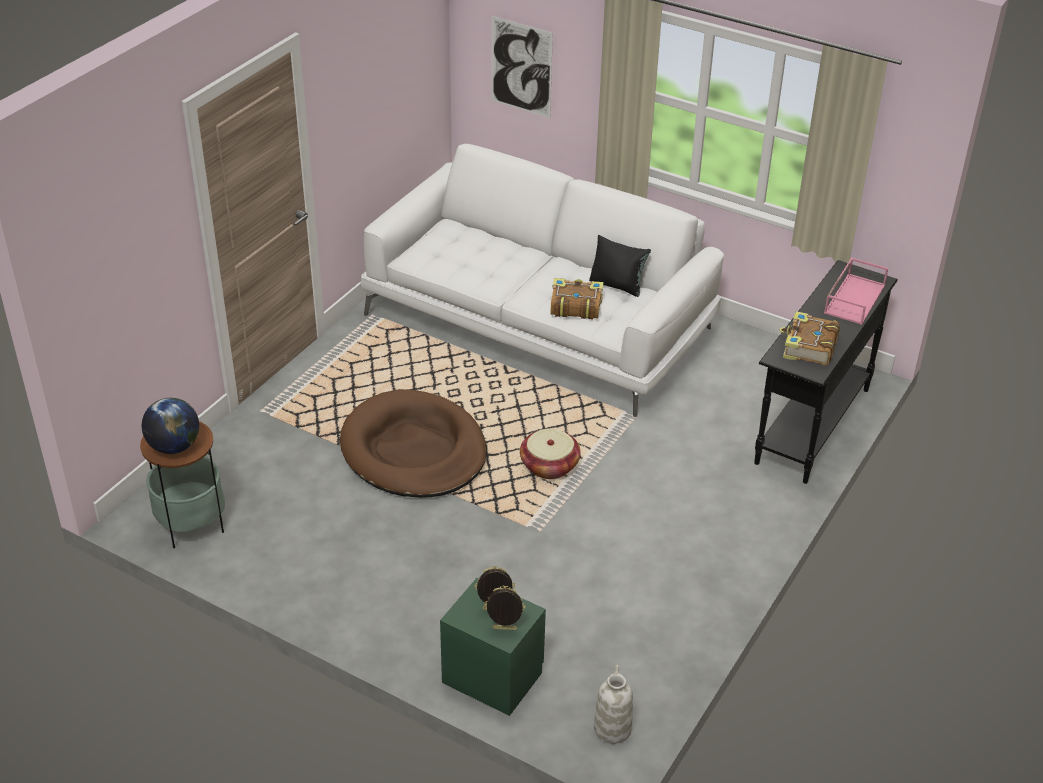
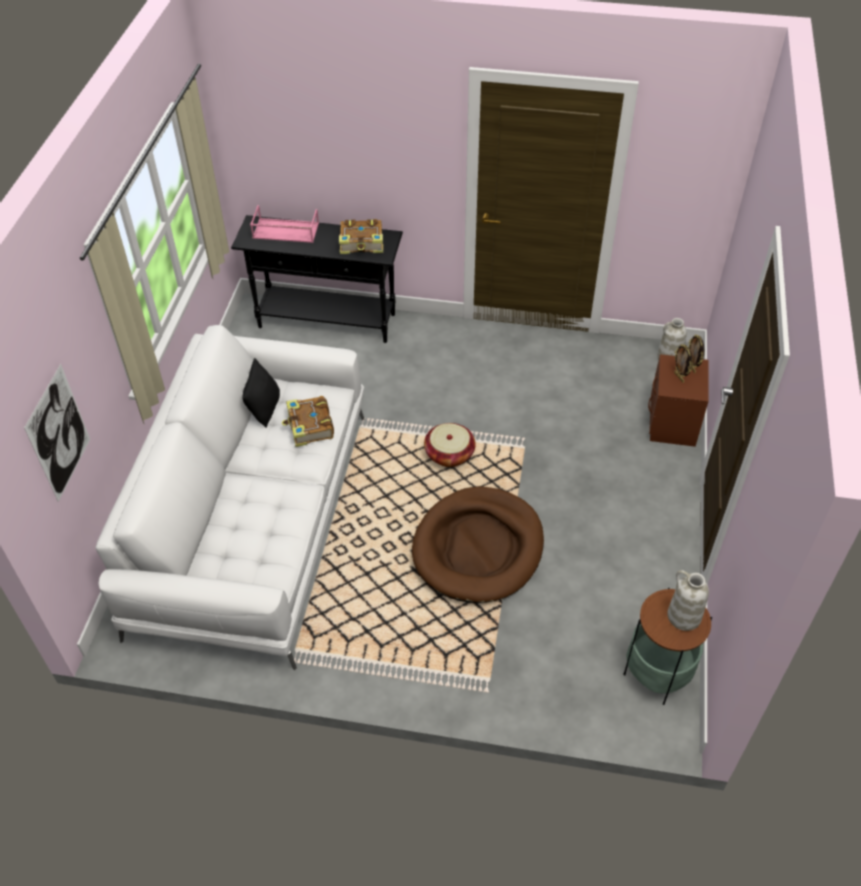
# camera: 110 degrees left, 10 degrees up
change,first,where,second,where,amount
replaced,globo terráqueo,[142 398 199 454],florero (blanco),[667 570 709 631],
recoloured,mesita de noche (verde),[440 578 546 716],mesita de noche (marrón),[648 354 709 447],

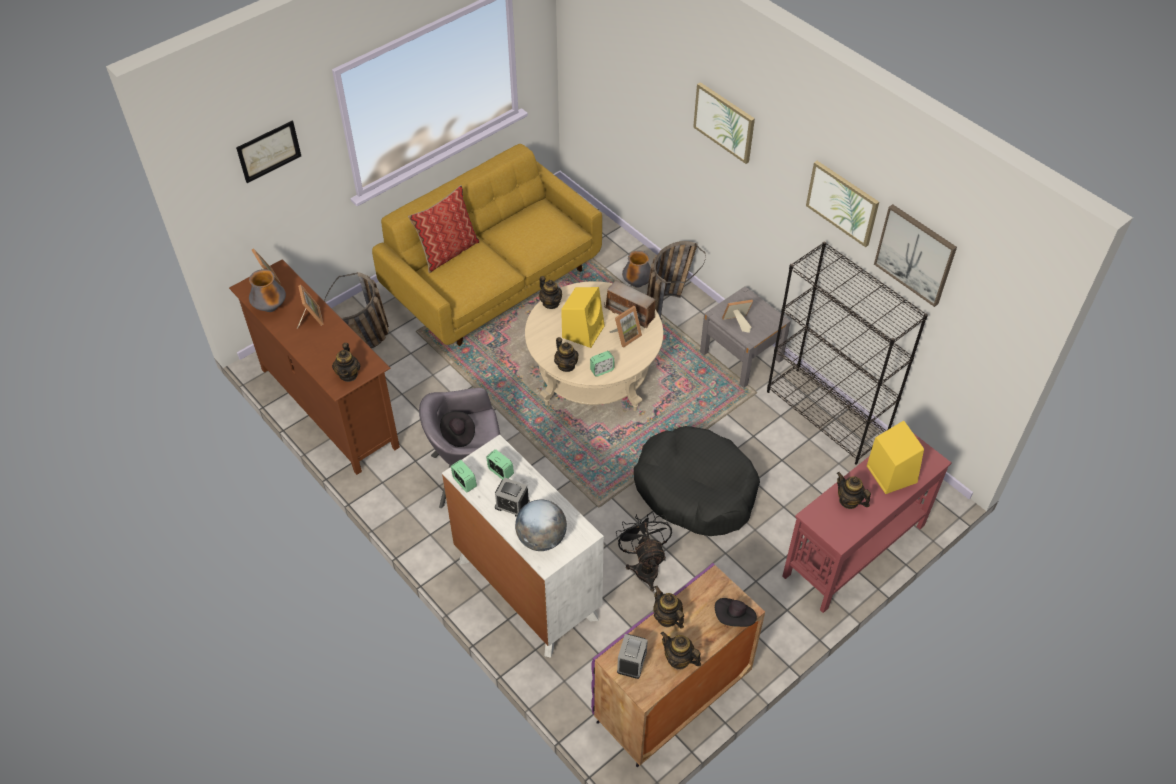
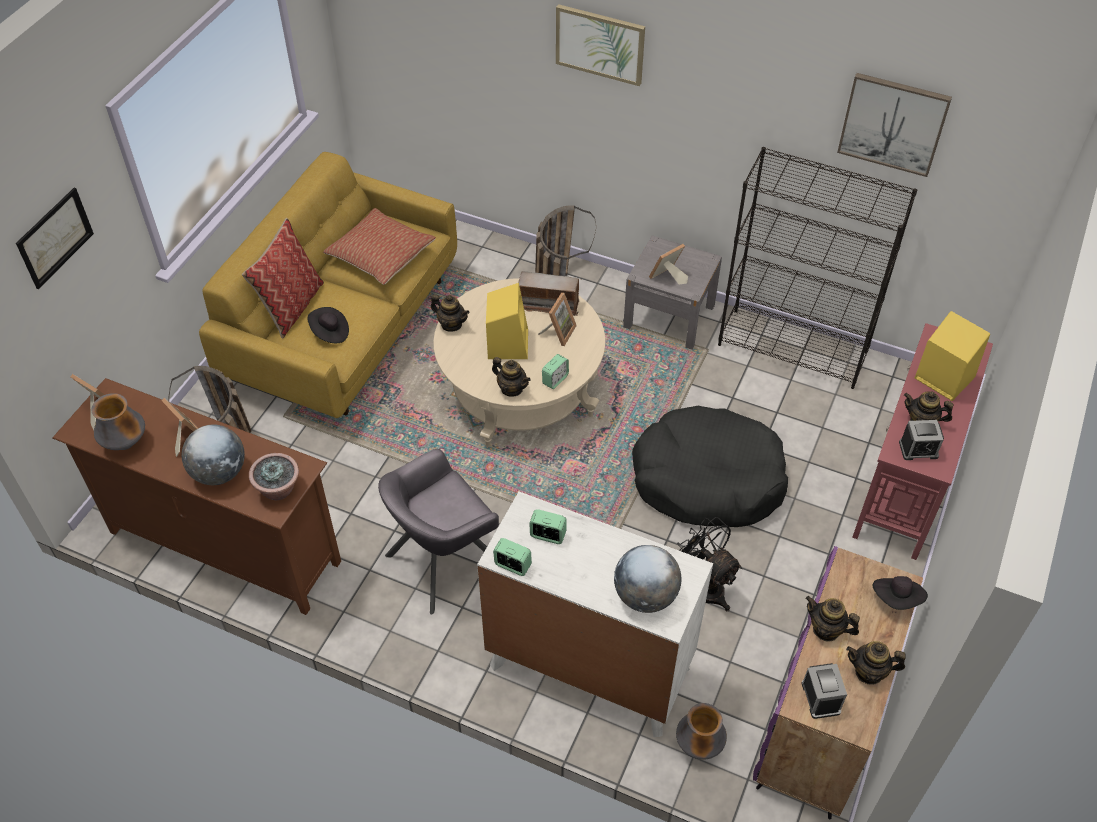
# camera: 25 degrees left, 0 degrees up
change,first,where,second,where,amount
removed,cuadro,[806 161 879 247],,,
moved,florero,[622 250 651 288],,[676 703 727 760],
replaced,tetera,[332 343 360 382],planta en maceta,[249 453 299 500],
moved,sombrero (negro),[440 411 475 447],,[307 307 349 343],
moved,despertador,[495 477 530 517],,[899 420 944 460],
added,,,cojín,[323 208 436 285],
added,,,globo terráqueo,[182 425 245 485],

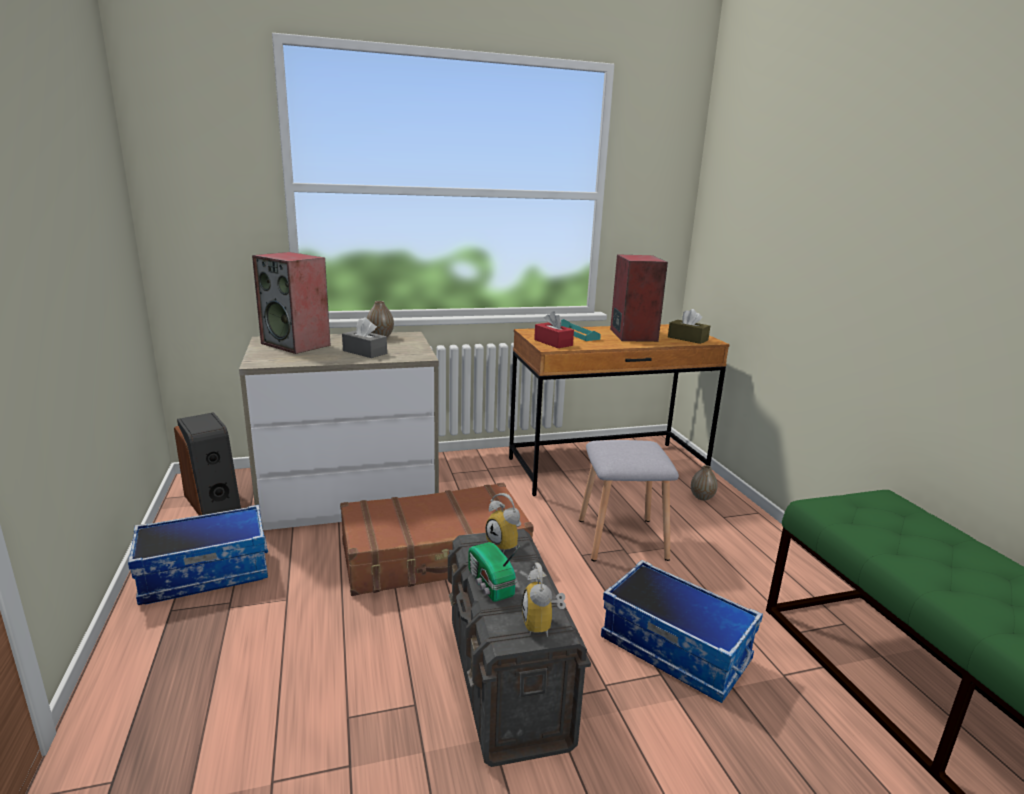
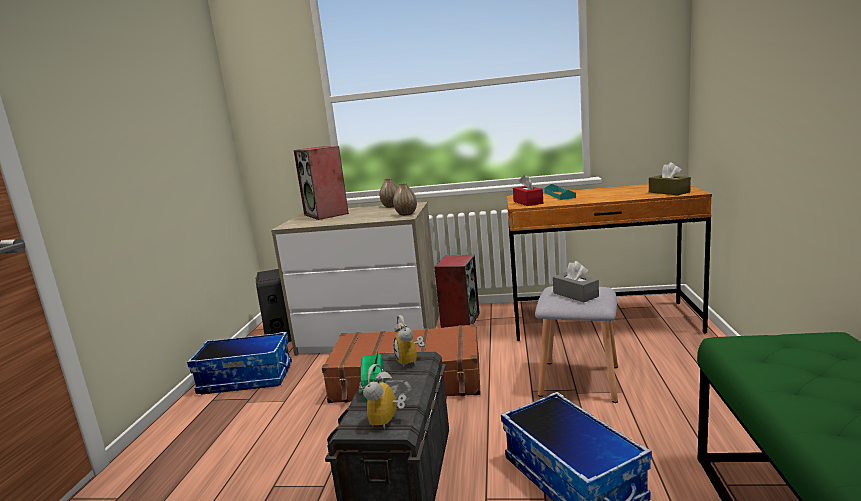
# camera: 25 degrees right, 5 degrees down
change,first,where,second,where,amount
moved,altavoz,[610 254 668 342],,[434 255 480 328],
moved,caja de pañuelos (gris),[342 317 387 358],,[553 261 599 302],
moved,florero,[691 465 718 501],,[393 183 417 216],

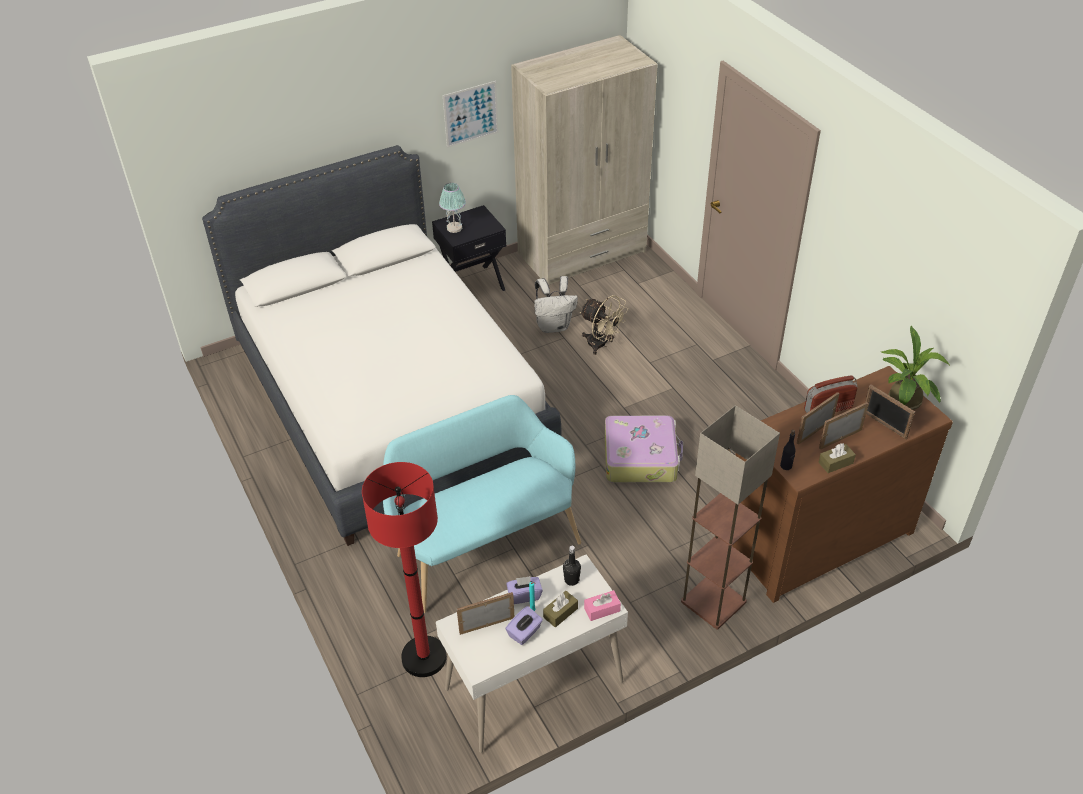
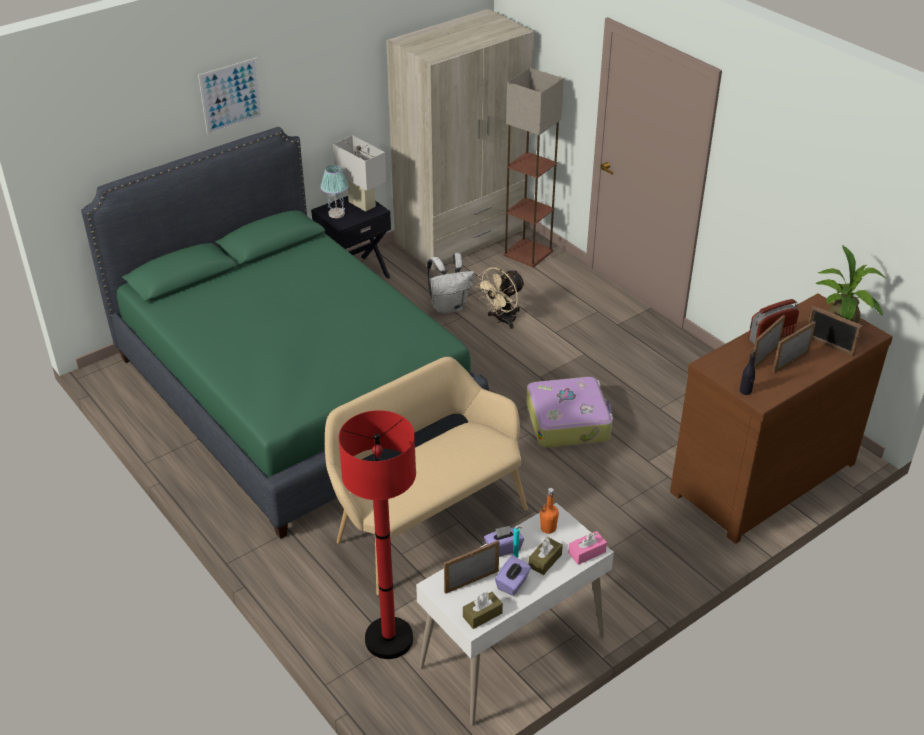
# camera: 10 degrees left, 5 degrees down
change,first,where,second,where,amount
moved,cuadro,[443 81 499 148],,[198 58 263 135],
recoloured,cama (blanco),[202 145 562 546],cama (verde),[81 127 489 539],
turned,ventilador (beis),[580 295 628 355],,[475 267 525 329],105 degrees clockwise
recoloured,banco (turquesa),[383 395 581 613],banco (beis),[325 357 528 596],
moved,lámpara de pie,[681 405 780 629],,[504 68 564 267],
moved,caja de pañuelos (marrón),[818 443 856 473],,[463 592 503 629],
recoloured,botella (negro),[563 546 581 586],botella (naranja),[540 488 559 534],
added,,,lámpara de mesa (blanco),[333 135 386 212],

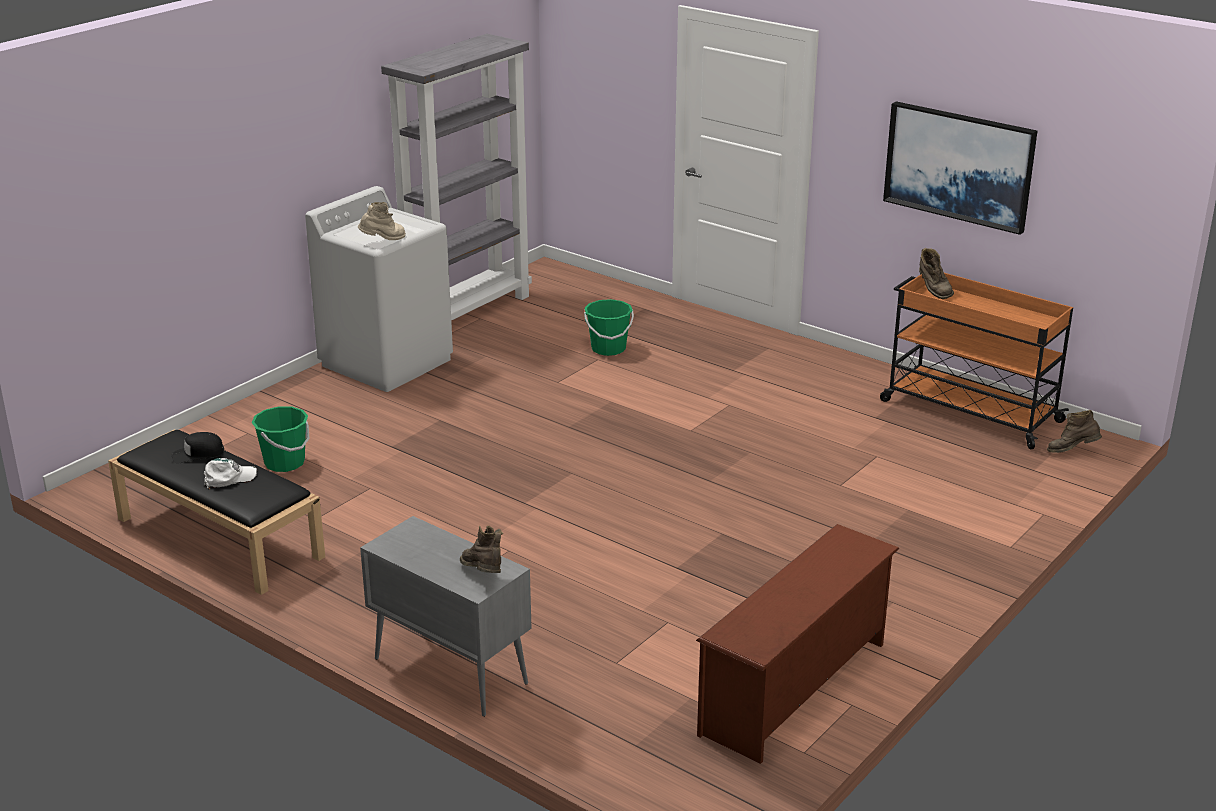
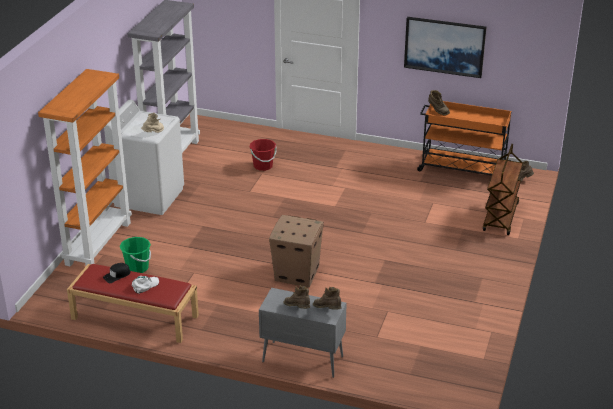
# camera: 20 degrees left, 5 degrees up
change,first,where,second,where,amount
recoloured,cubo (verde),[584 299 634 356],cubo (rojo),[250 139 277 171],
recoloured,banco (negro),[108 429 325 595],banco (rojo),[67 264 199 343],
removed,zapatero (marrón),[696 524 899 764],,,
added,,,estantería (naranja),[38 69 132 266],
added,,,carrito (marrón),[483 144 523 235],
added,,,caja de cartón,[269 215 324 288],
added,,,bota (marrón),[284 286 310 309],

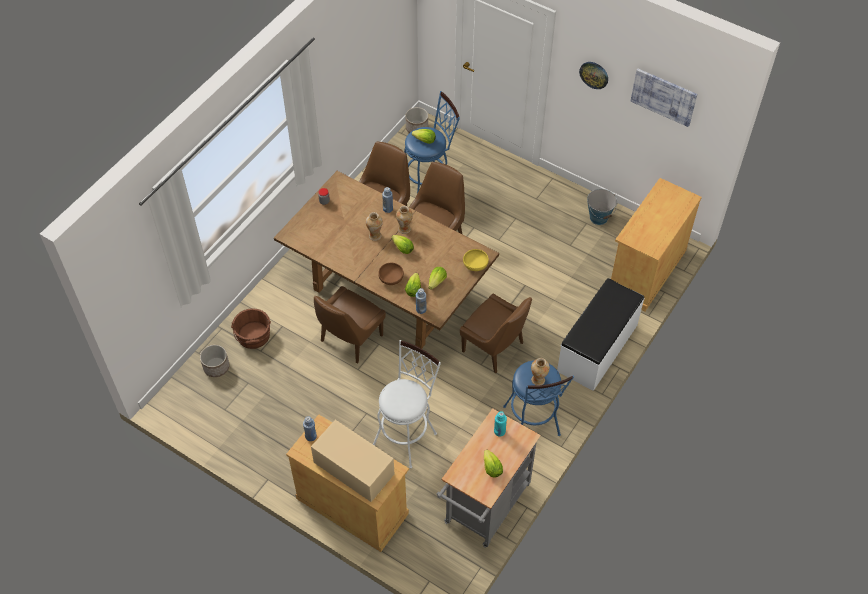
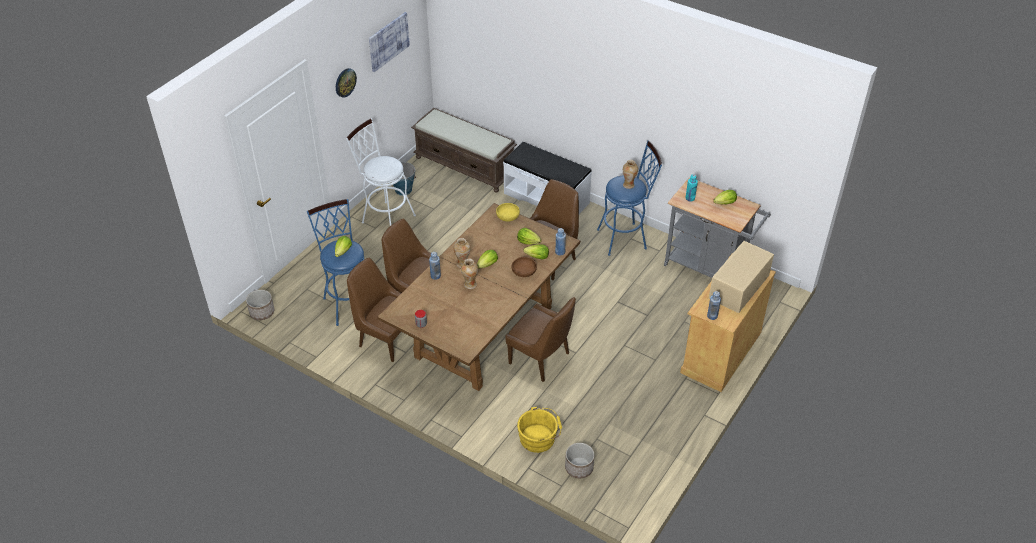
# camera: 90 degrees left, 10 degrees down
change,first,where,second,where,amount
replaced,armario (beis),[611 178 702 311],banco (marrón),[411 108 517 192],
recoloured,cubo (marrón),[231 308 271 349],cubo (amarillo),[517 407 562 453],
moved,taburete (blanco),[373 340 441 468],,[346 118 416 226],

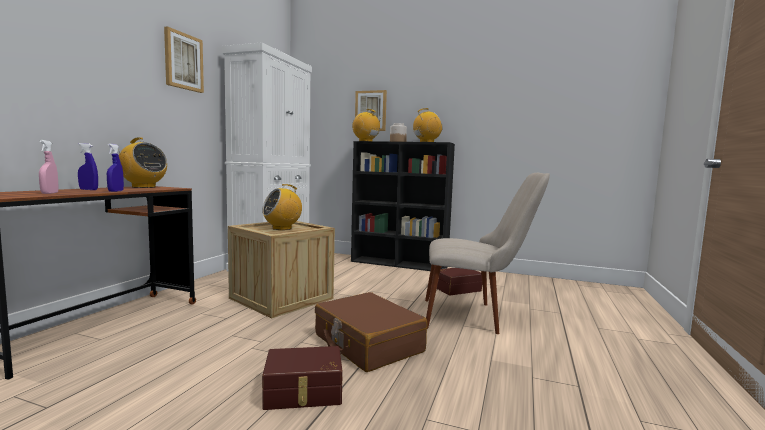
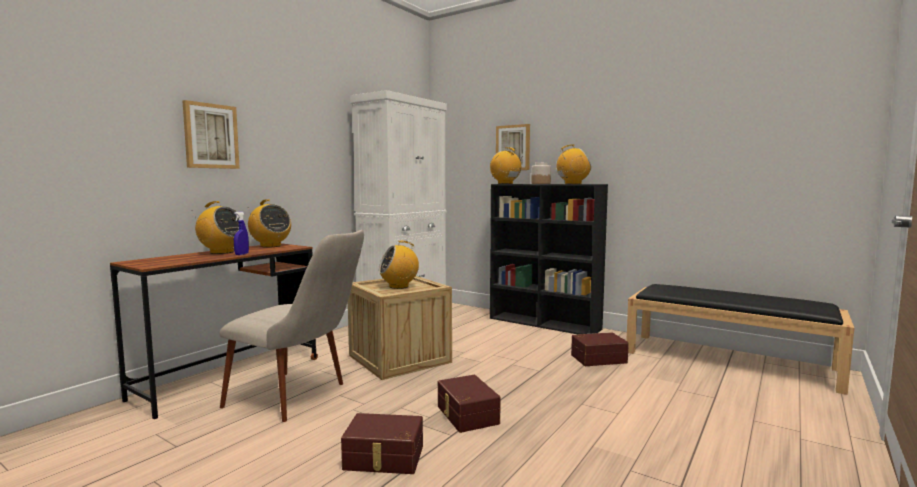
# camera: 15 degrees right, 0 degrees up
change,first,where,second,where,amount
moved,cuadro,[164 26 204 93],,[183 100 240 169],
removed,pulverizador (rosa),[39 140 59 194],,,
replaced,pulverizador (azul),[78 143 98 190],radio,[194 201 239 254],
moved,silla (beis),[425 173 550 334],,[219 230 364 422],
replaced,maleta (marrón),[315 292 428 372],caja de almacenaje (marrón),[438 375 501 433],
added,,,banco (negro),[626 284 854 395],

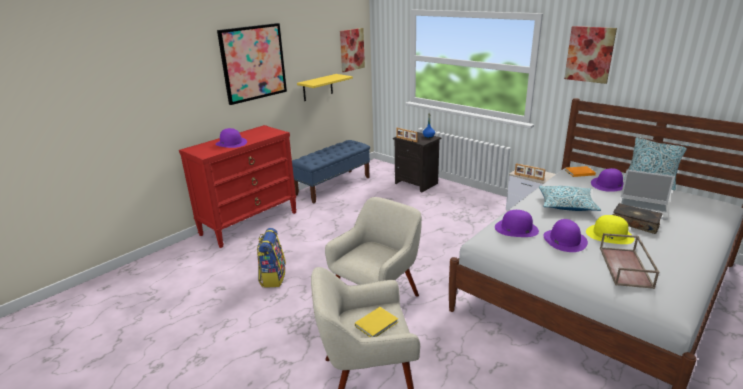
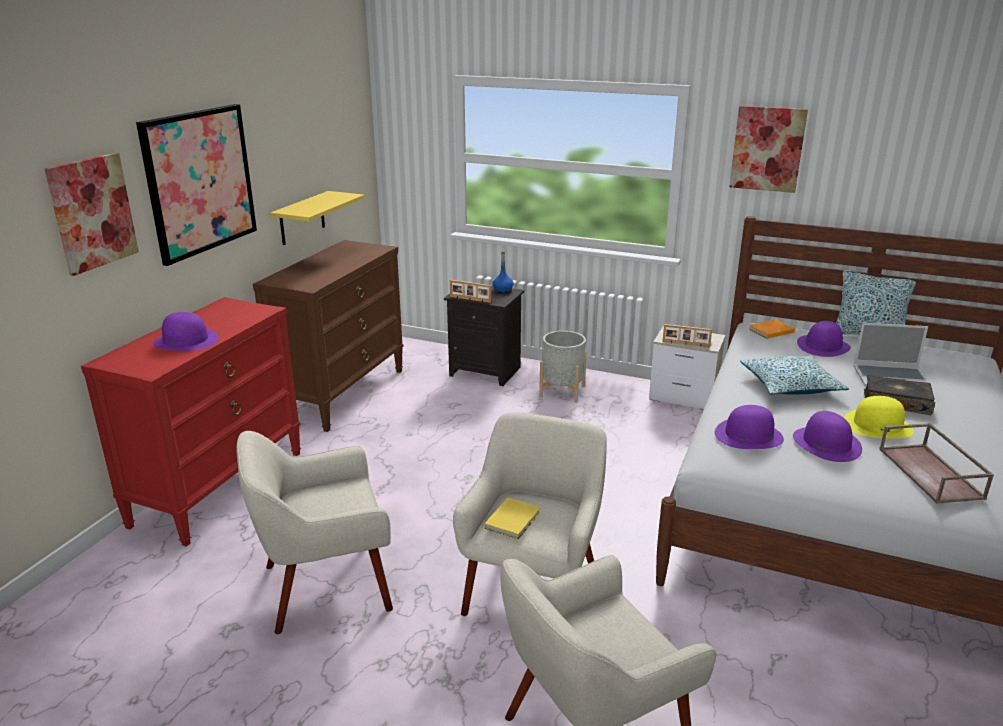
# camera: 20 degrees left, 0 degrees up
change,first,where,second,where,amount
moved,cuadro,[340 28 365 72],,[44 153 139 276],
replaced,banco (azul),[292 140 370 203],cómoda (marrón),[253 240 403 432],
replaced,mochila,[257 228 286 287],sillón (beis),[236 431 393 634],
moved,libro (amarillo),[355 307 398 337],,[485 498 541 540],
added,,,maceta (gris),[539 331 587 403],

